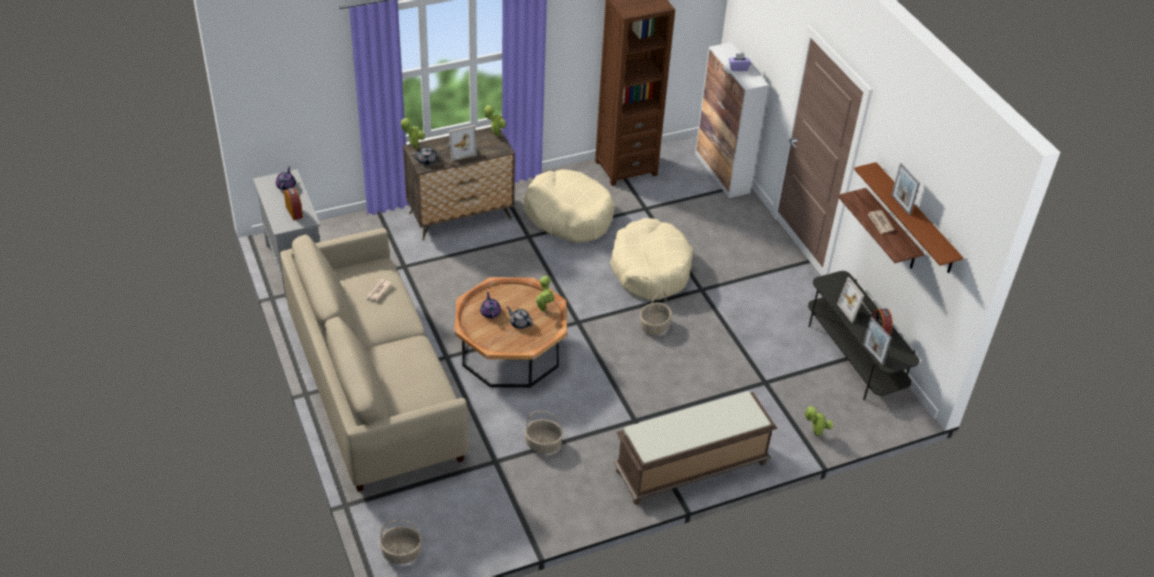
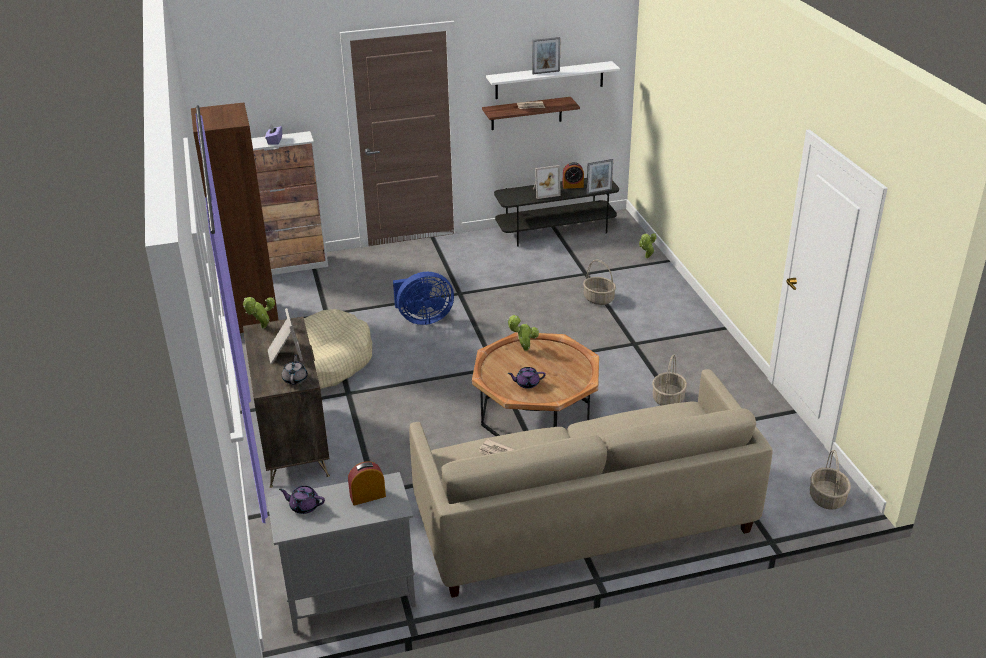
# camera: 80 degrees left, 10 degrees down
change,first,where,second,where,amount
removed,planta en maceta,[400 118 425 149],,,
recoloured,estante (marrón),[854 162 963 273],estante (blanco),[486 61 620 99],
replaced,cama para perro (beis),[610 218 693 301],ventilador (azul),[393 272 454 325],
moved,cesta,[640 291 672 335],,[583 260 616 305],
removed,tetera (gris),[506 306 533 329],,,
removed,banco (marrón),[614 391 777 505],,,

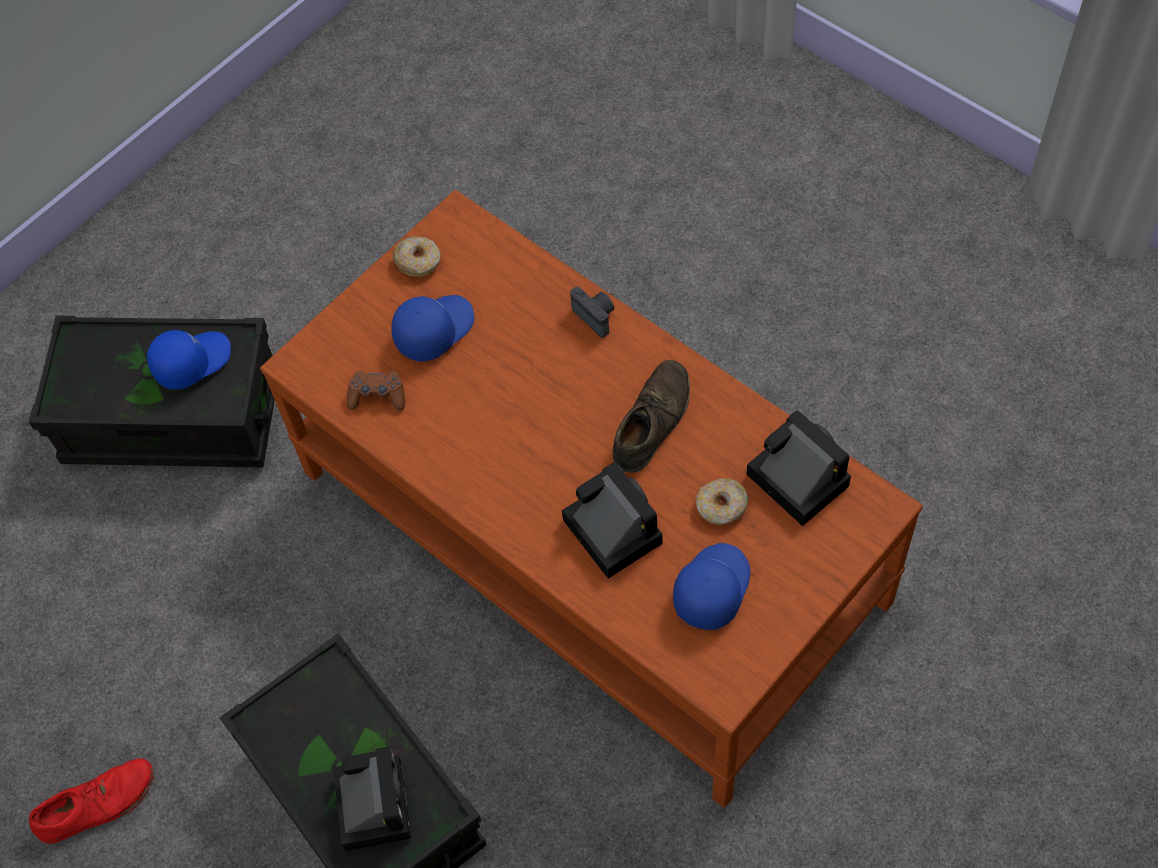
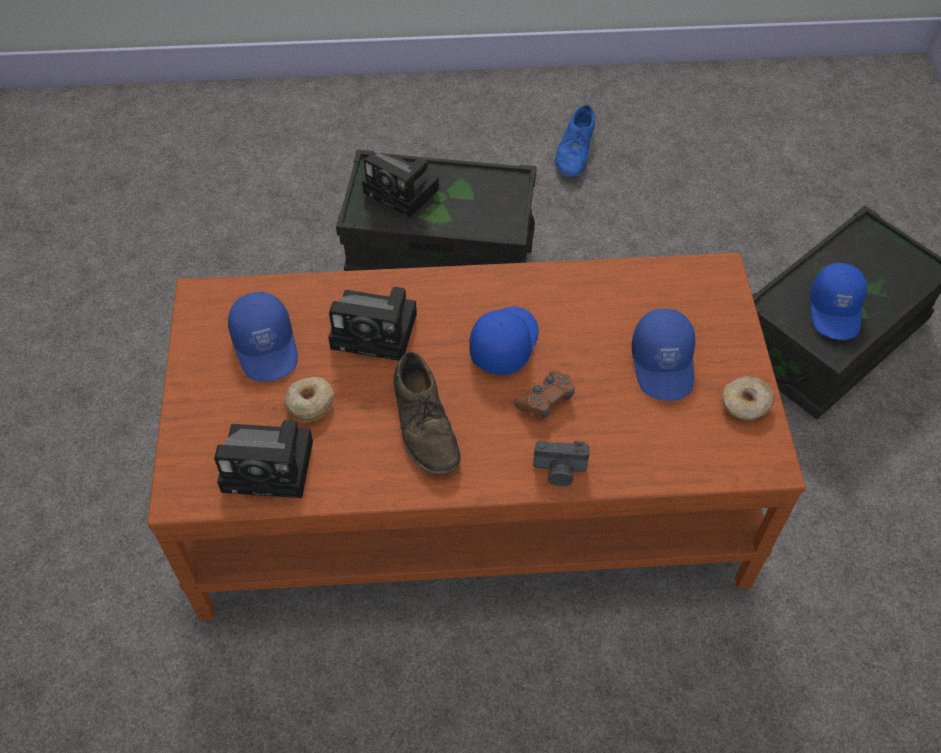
# camera: 130 degrees right, 5 degrees down
change,first,where,second,where,amount
moved,mando de consola (marrón),[347 371 405 411],,[514 371 575 419],
recoloured,zapato (rojo),[29 758 153 844],zapato (azul),[555 105 595 177],
added,,,gorra (azul),[469 306 539 375],

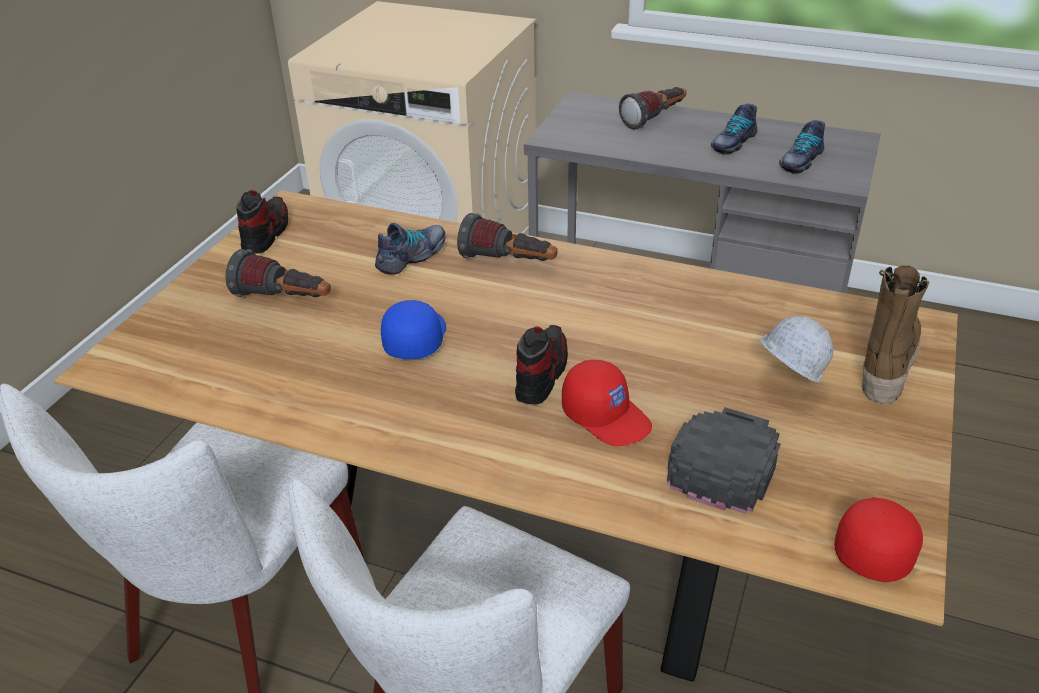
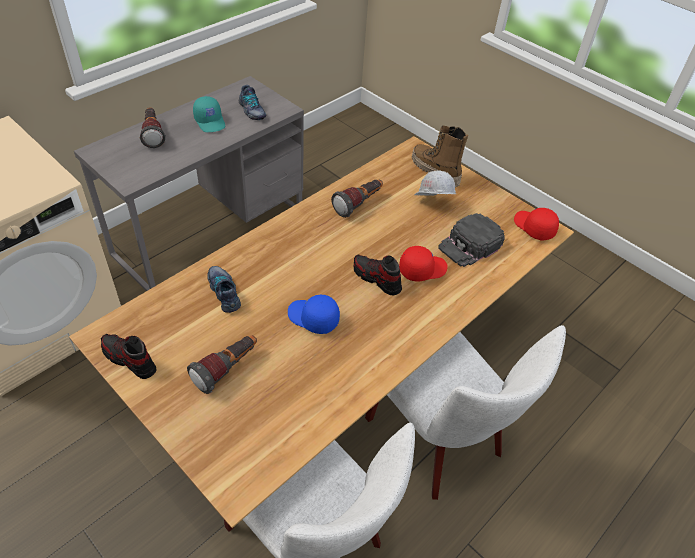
# camera: 70 degrees left, 10 degrees up
change,first,where,second,where,amount
replaced,zapato,[711 104 757 155],gorra (turquesa),[193 96 225 132],
moved,linterna,[457 213 558 261],,[331 180 383 218],
turned,gorra (negro),[667 407 781 514],,[438 213 505 267],90 degrees counterclockwise

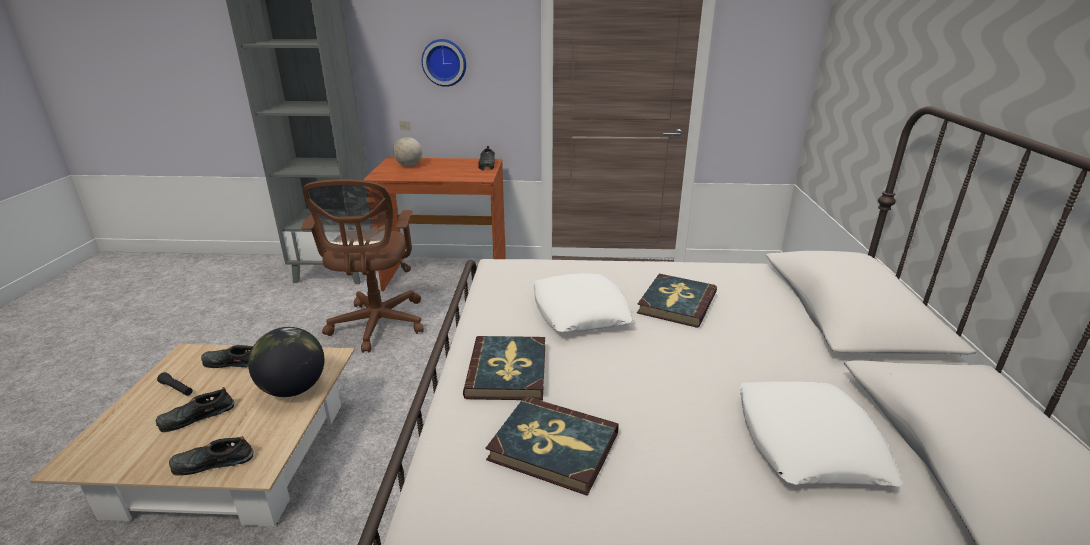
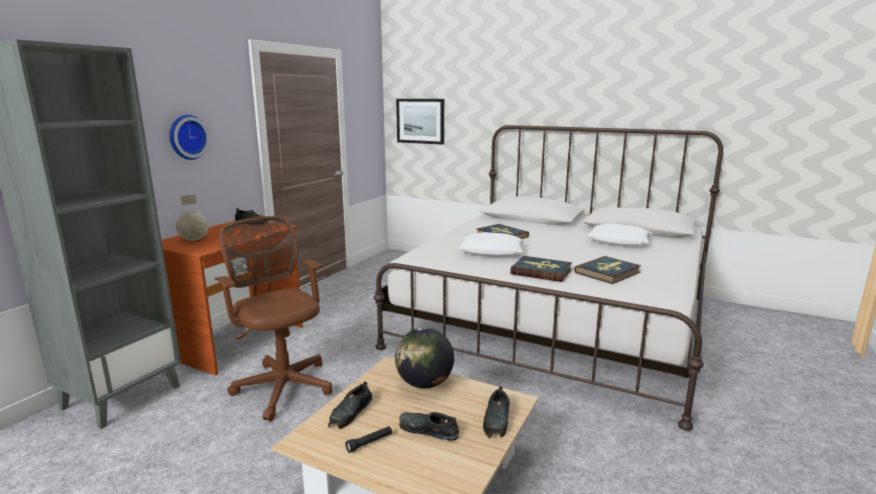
# camera: 65 degrees left, 10 degrees down
change,first,where,second,where,amount
turned,silla de oficina (marrón),[302 179 424 353],,[214 216 332 421],150 degrees counterclockwise
turned,zapato (negro),[156 387 234 432],,[399 412 459 441],120 degrees clockwise
added,,,cuadro,[396 99 444 145],

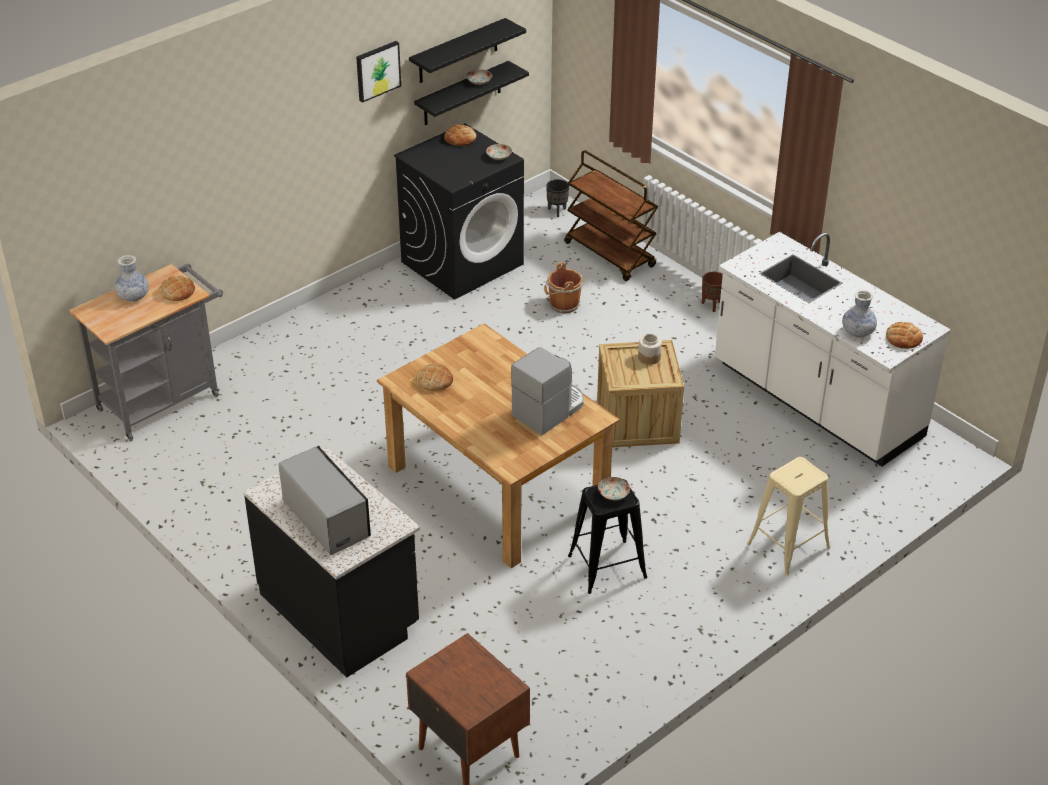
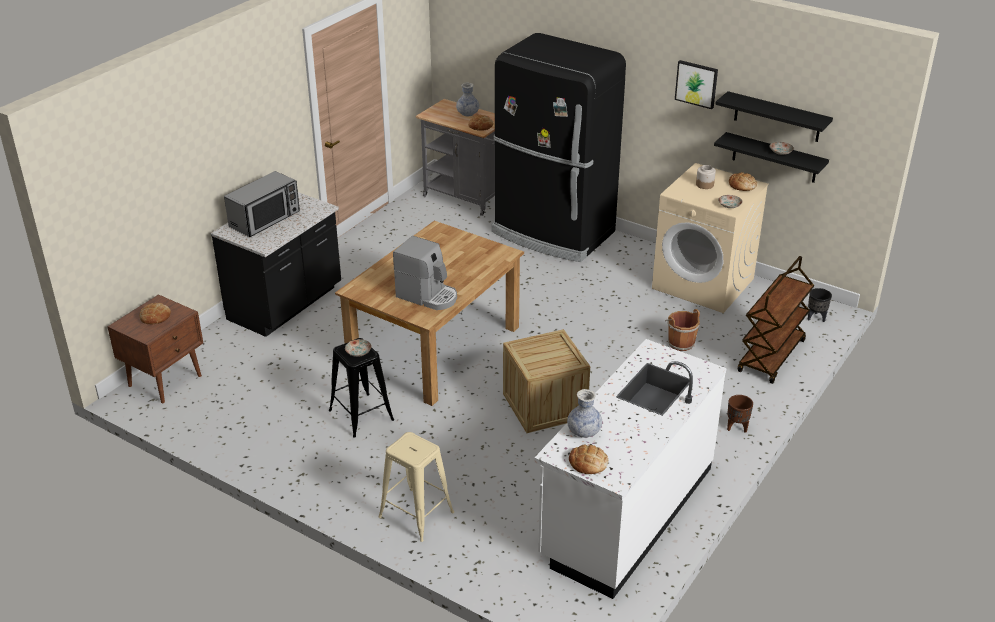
# camera: 75 degrees right, 5 degrees down
change,first,where,second,where,amount
recoloured,lavadora (negro),[394 123 524 300],lavadora (beis),[652 163 769 313],
moved,tarro,[638 334 662 365],,[696 165 716 189],
moved,pan,[416 363 453 391],,[139 303 171 325],
added,,,nevera (negro),[491 33 626 262],

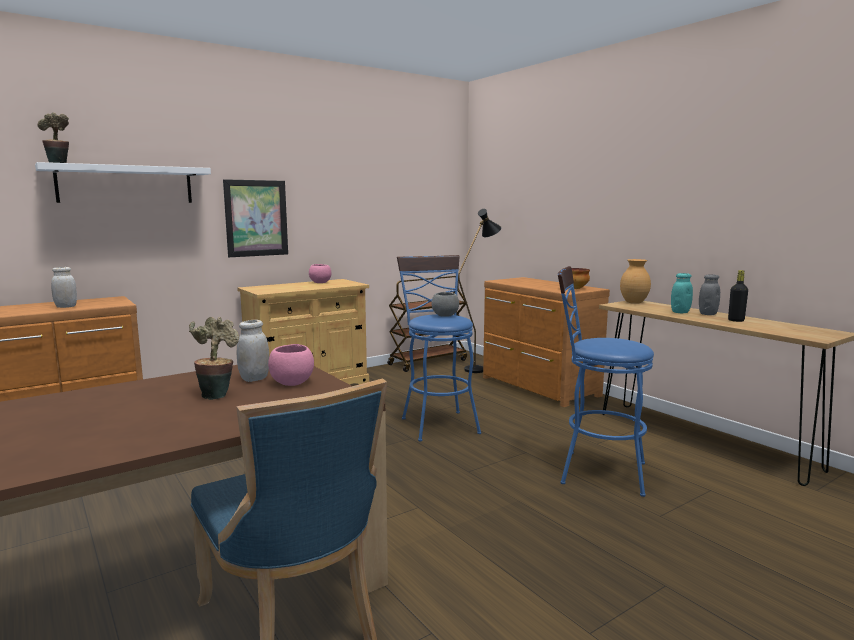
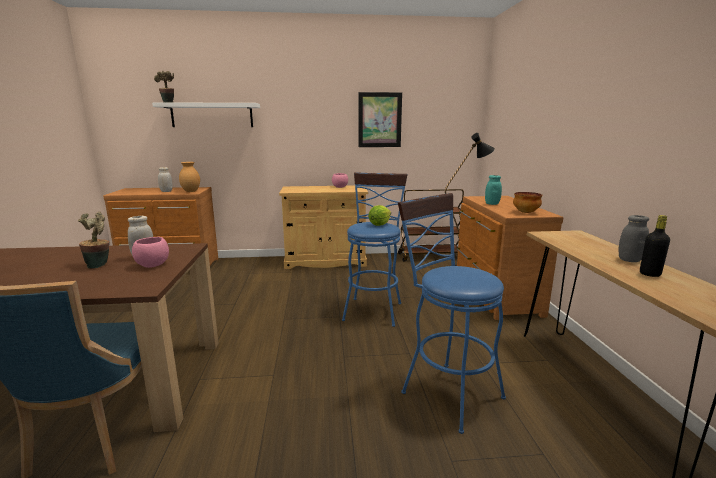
# camera: 30 degrees right, 5 degrees up
change,first,where,second,where,amount
moved,cuadro,[223 179 288 257],,[358 92 402 147],
moved,florero (marrón),[620 259 651 304],,[179 162 200 192],
moved,tarro (turquesa),[671 273 693 313],,[485 175 502 205],
replaced,cuenco (gris),[431 292 459 317],lechuga,[368 205 391 226],

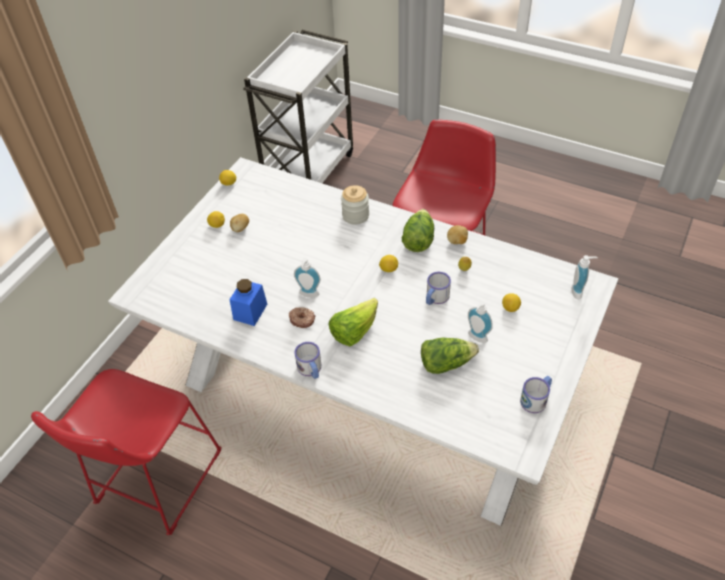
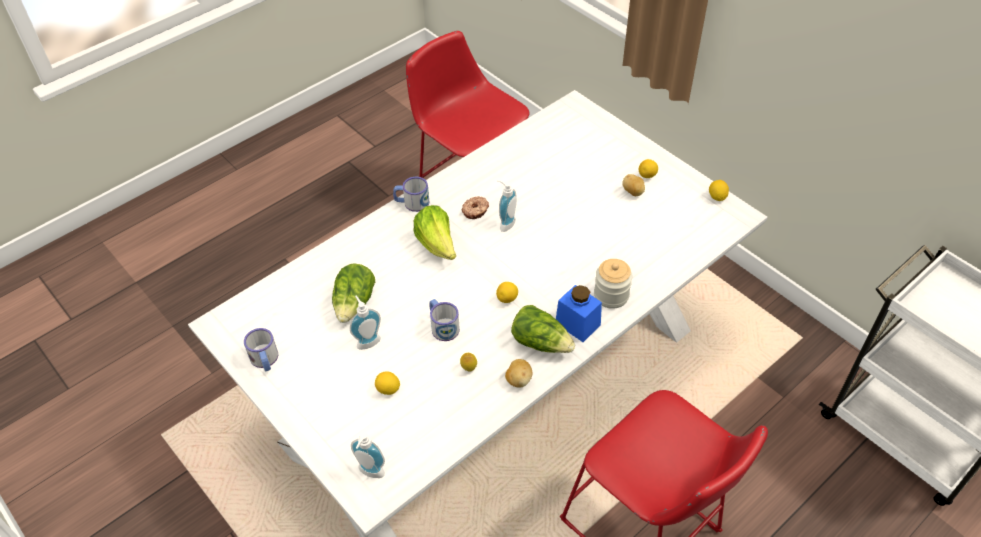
# camera: 110 degrees right, 0 degrees up
change,first,where,second,where,amount
moved,tarro (azul),[230 279 267 326],,[556 285 602 342],

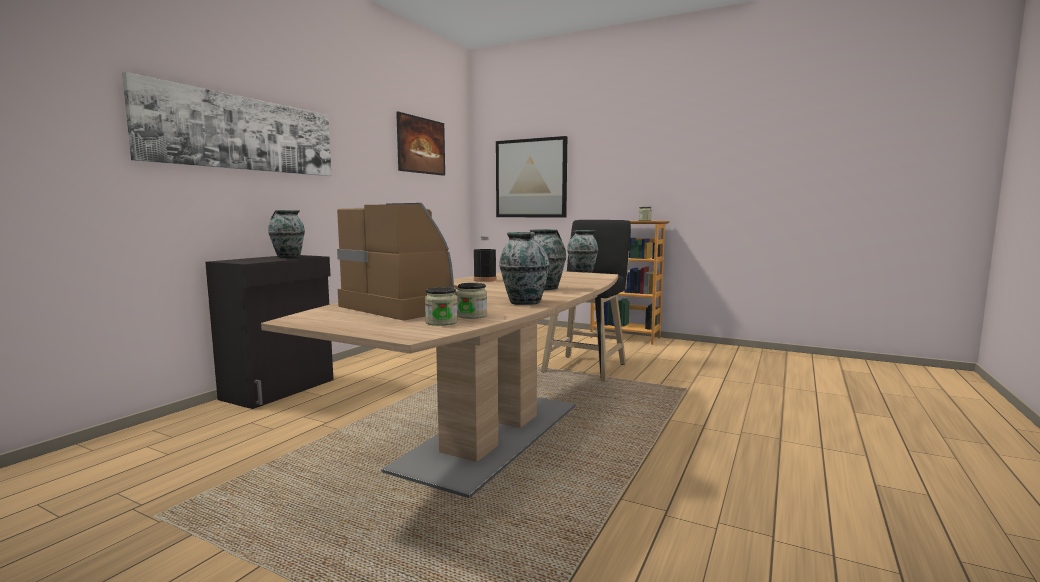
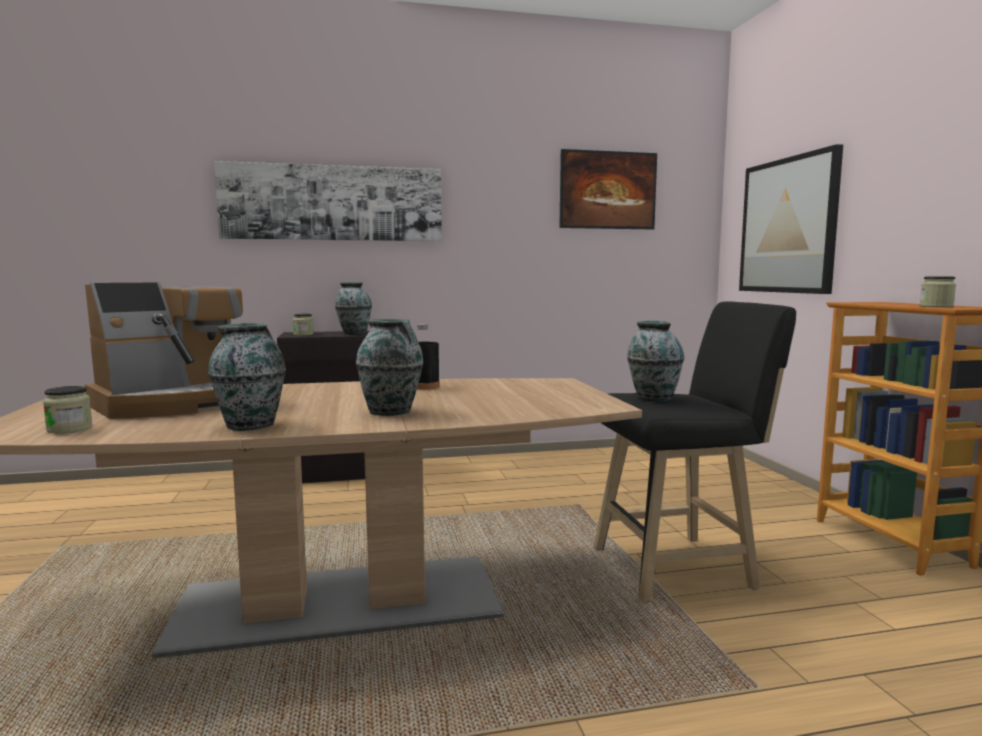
# camera: 50 degrees right, 0 degrees up
change,first,where,second,where,amount
turned,cafetera,[337 203 459 321],,[85 282 243 419],45 degrees clockwise
moved,tarro,[457 283 487 319],,[293 314 314 336],

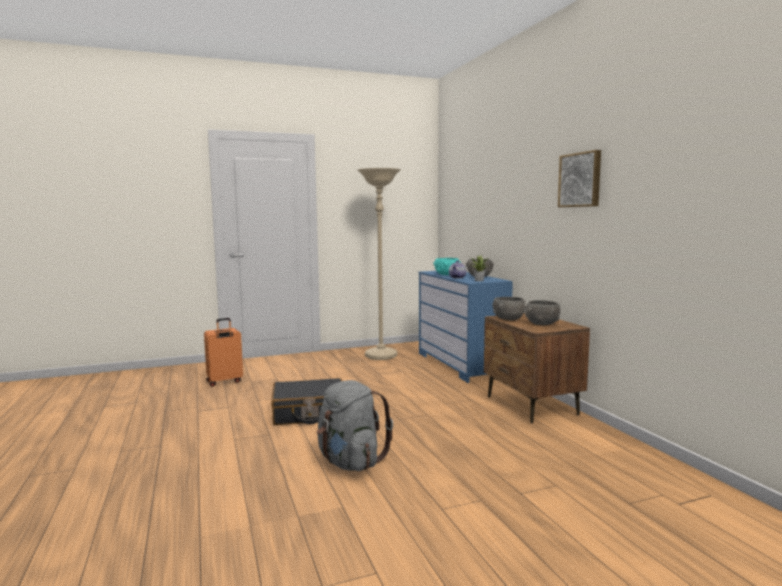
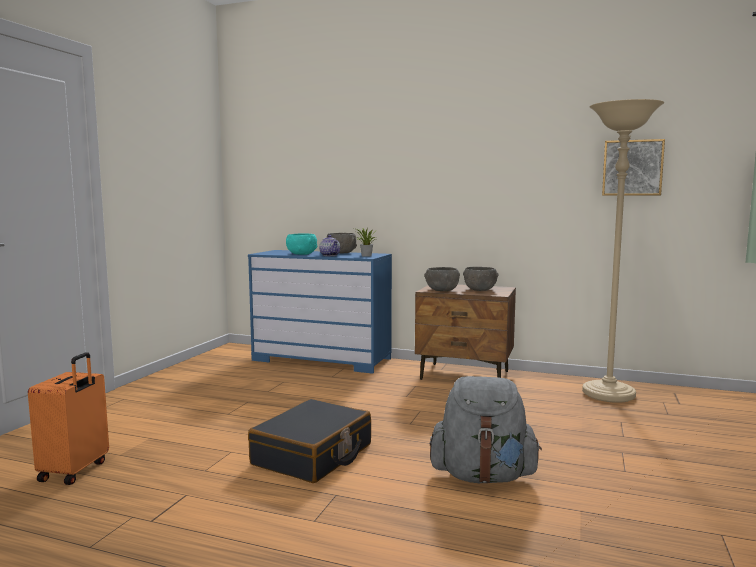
# camera: 50 degrees left, 0 degrees up
change,first,where,second,where,amount
moved,cuadro,[558 150 601 207],,[602 139 665 196],
moved,lámpara de pie (beis),[357 168 401 360],,[582 99 665 403],

